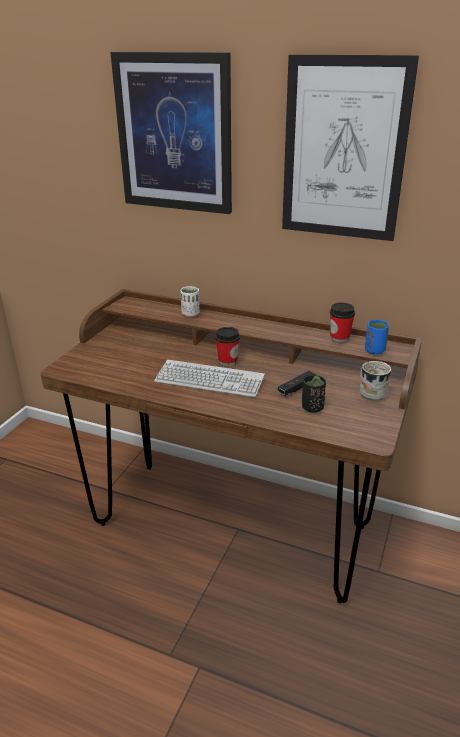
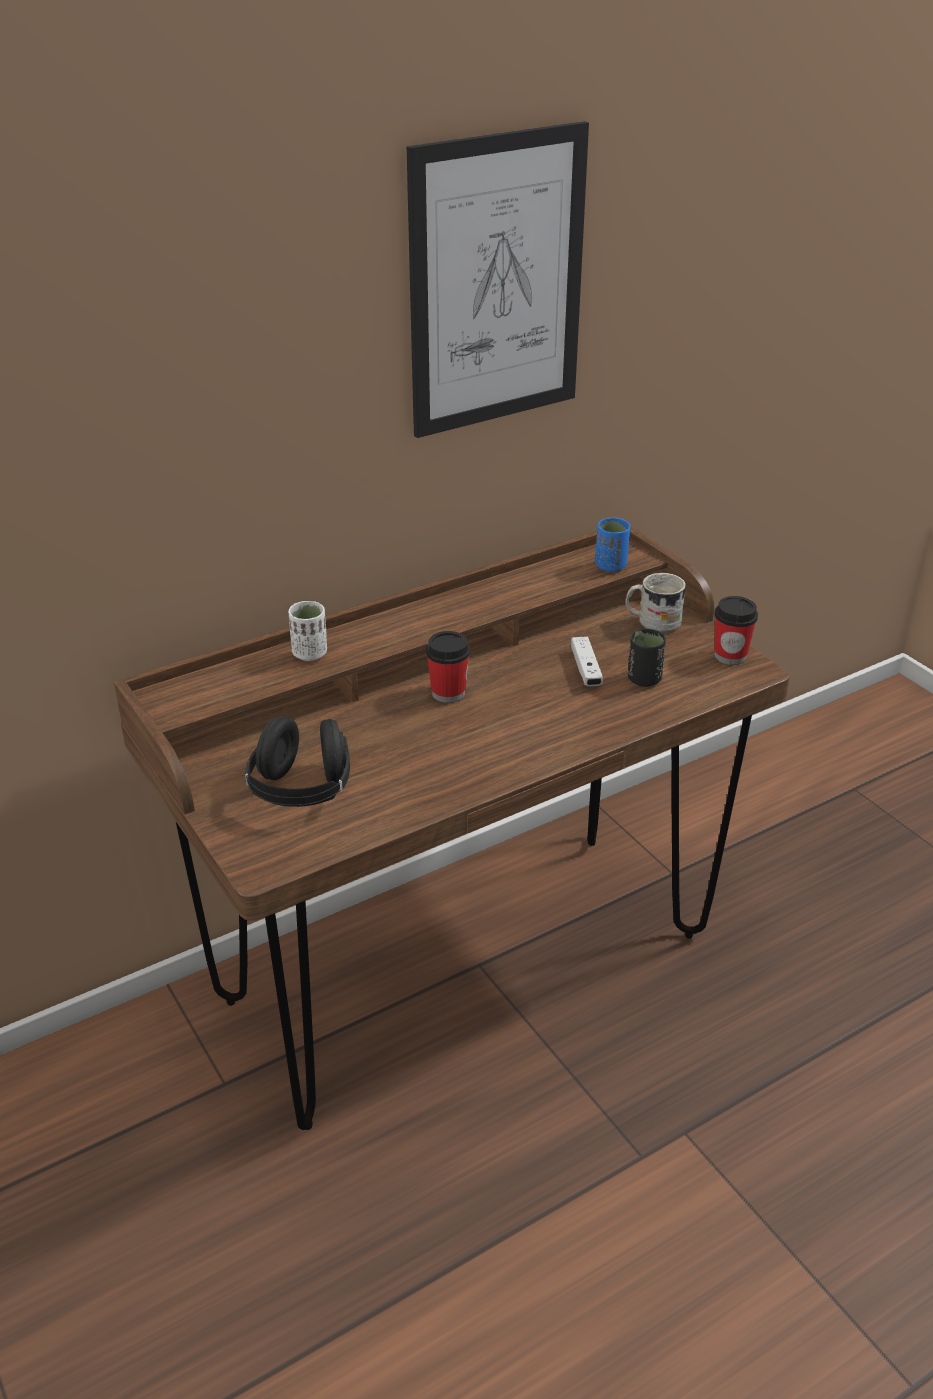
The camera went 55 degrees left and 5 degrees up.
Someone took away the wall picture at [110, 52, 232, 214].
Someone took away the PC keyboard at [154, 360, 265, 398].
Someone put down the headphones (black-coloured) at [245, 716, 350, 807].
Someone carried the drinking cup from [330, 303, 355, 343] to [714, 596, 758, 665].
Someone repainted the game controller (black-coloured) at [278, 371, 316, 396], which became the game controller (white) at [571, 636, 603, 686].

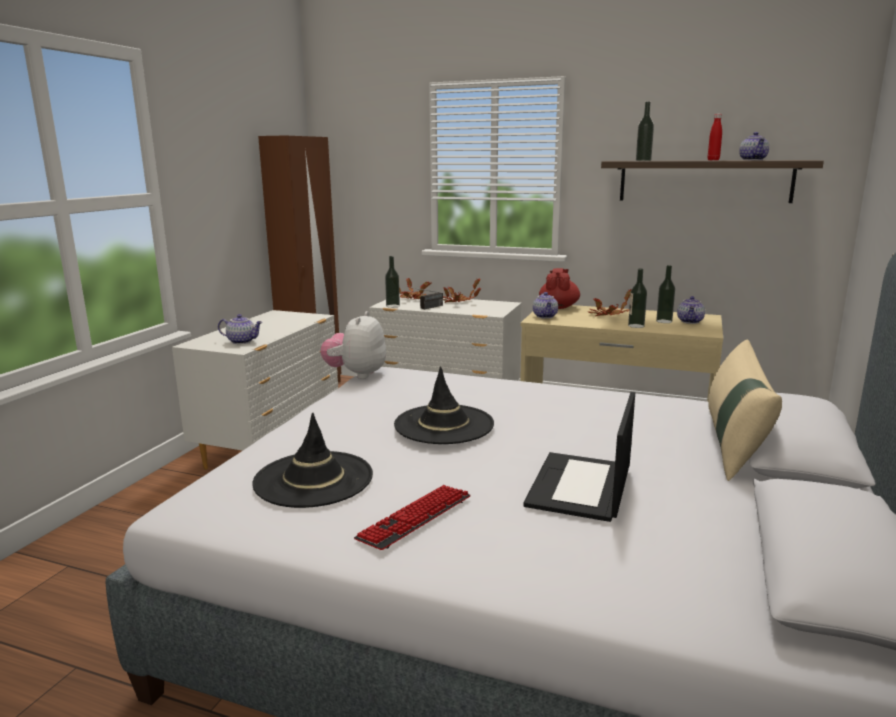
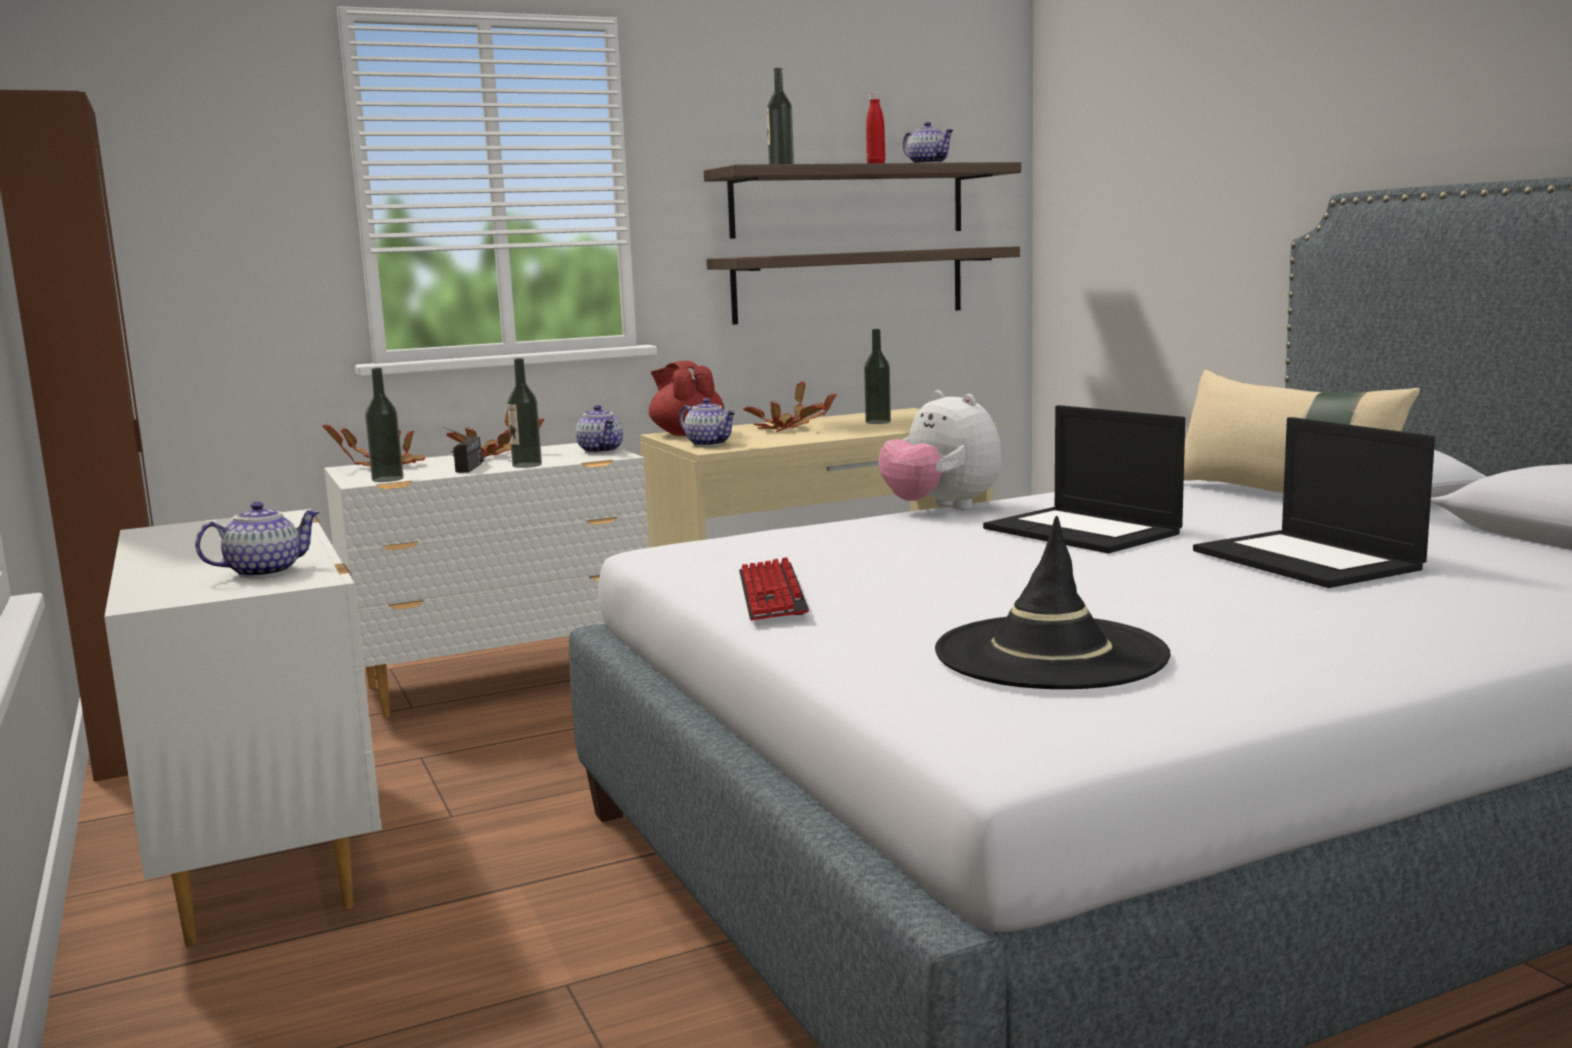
The camera went 45 degrees left and 5 degrees down.
Someone took away the wearable hat (black-coloured) at [394, 366, 494, 444].
Someone put up the shelf at [707, 246, 1020, 325].
Someone put down the portable computer at [983, 405, 1185, 554].
Someone carried the cuddly toy from [320, 311, 386, 379] to [879, 390, 1001, 510].
Someone carried the PC keyboard from [354, 485, 471, 550] to [739, 557, 809, 620].
Someone carried the beverage bottle from [628, 269, 647, 328] to [507, 358, 542, 468].
Someone carried the tea pot from [677, 296, 705, 324] to [576, 405, 623, 453].

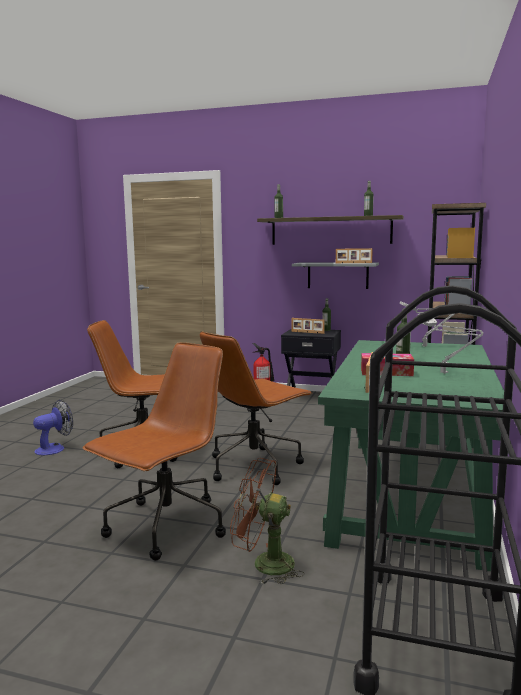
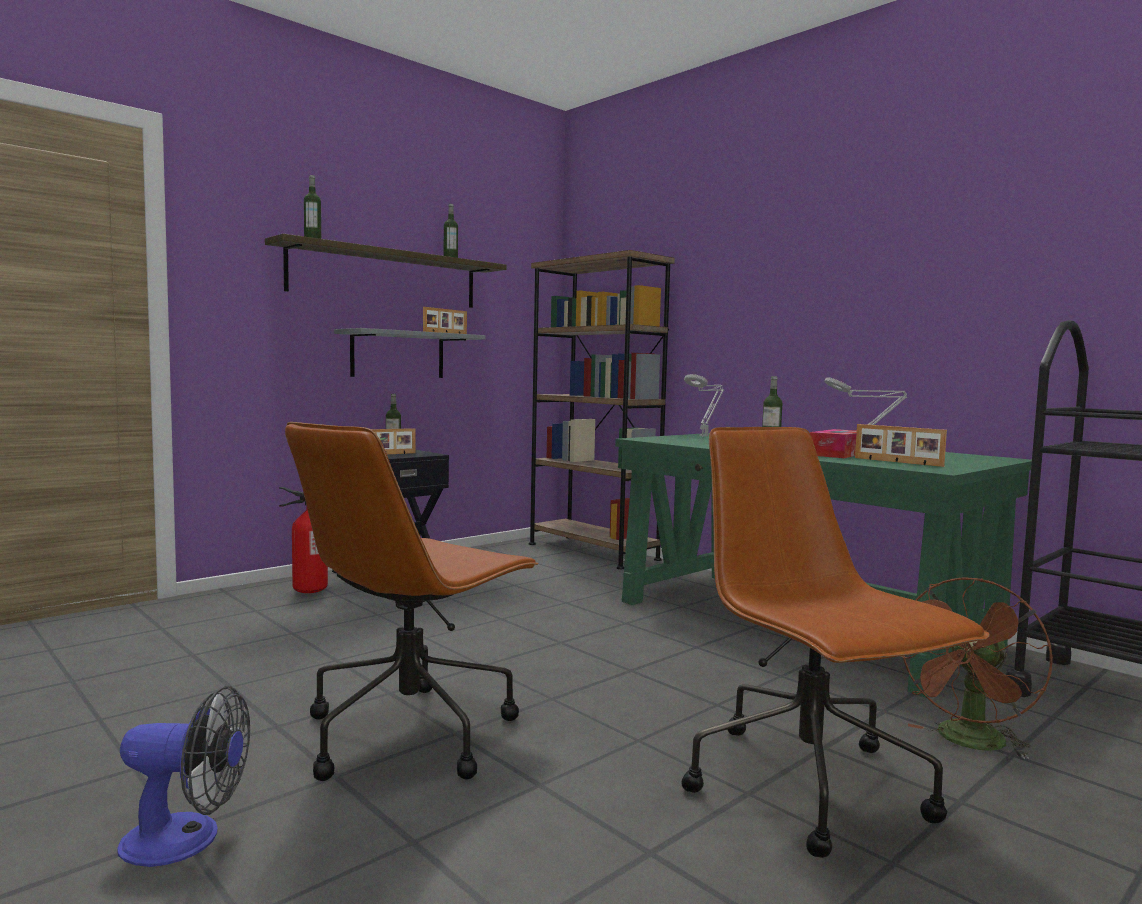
The camera went 60 degrees left and 5 degrees down.
Someone took away the desk chair (brown) at [200, 331, 312, 485].
Someone rotated the electric fan at [33, 400, 73, 456] by 105 degrees clockwise.

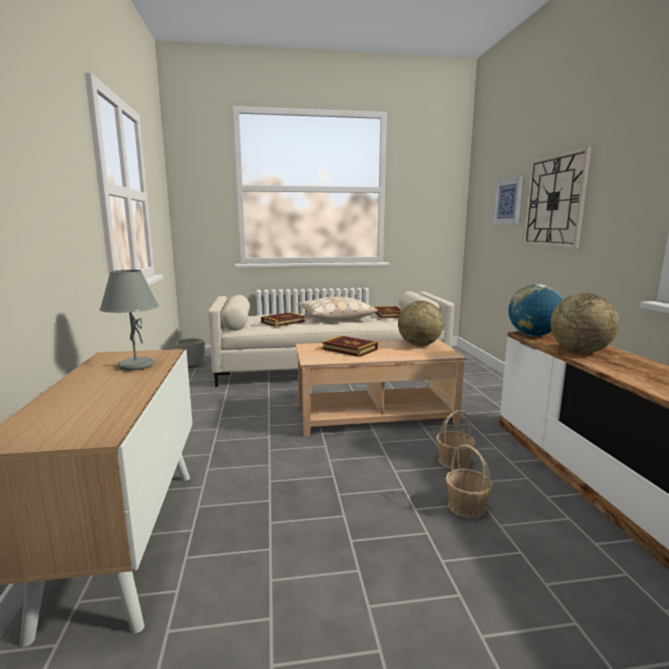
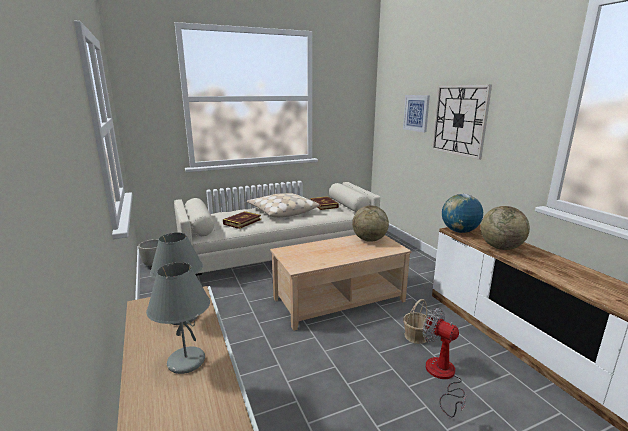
The camera went 15 degrees left and 5 degrees up.
Someone took away the book at [321, 335, 378, 357].
Someone put down the tabletop lamp (gray) at [146, 262, 210, 374].
Someone swapped the basket at [445, 444, 493, 518] for the electric fan at [423, 308, 467, 418].

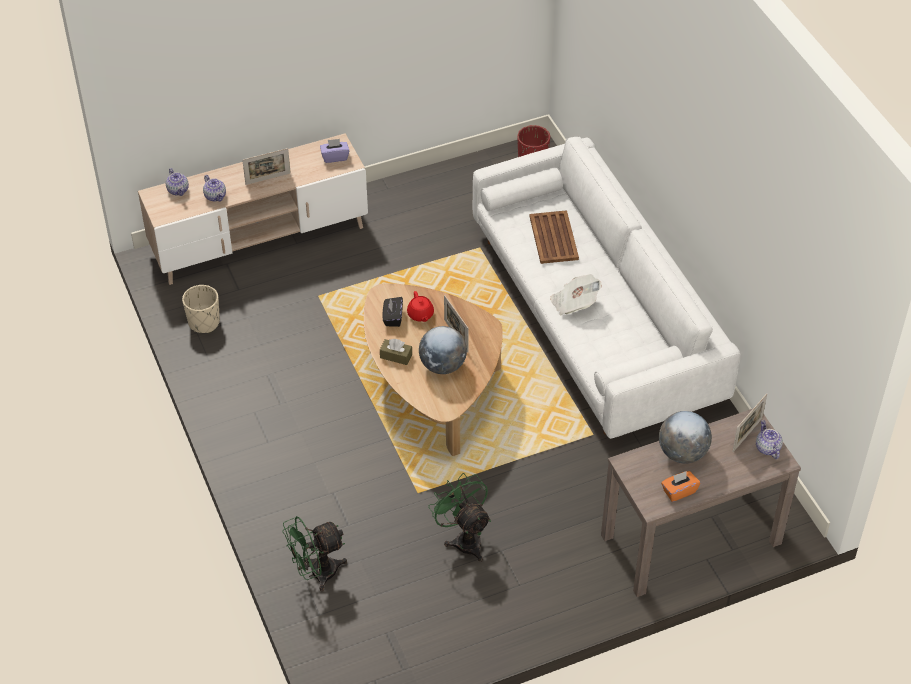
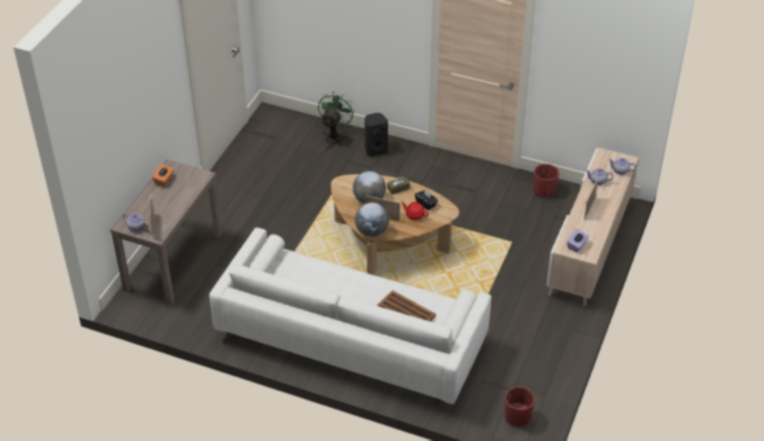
The camera went 135 degrees right and 5 degrees down.
Someone took away the electric fan (green) at [428, 473, 491, 562].
Someone took away the newspaper at [550, 274, 602, 316].
Someone put down the loudspeaker (black-coloured) at [365, 113, 388, 157].
Someone carried the world globe from [659, 411, 712, 464] to [355, 203, 389, 237].
Someone repainted the planter (sand-coloured) at [182, 285, 220, 333], which became the planter (red-coloured) at [534, 164, 559, 198].

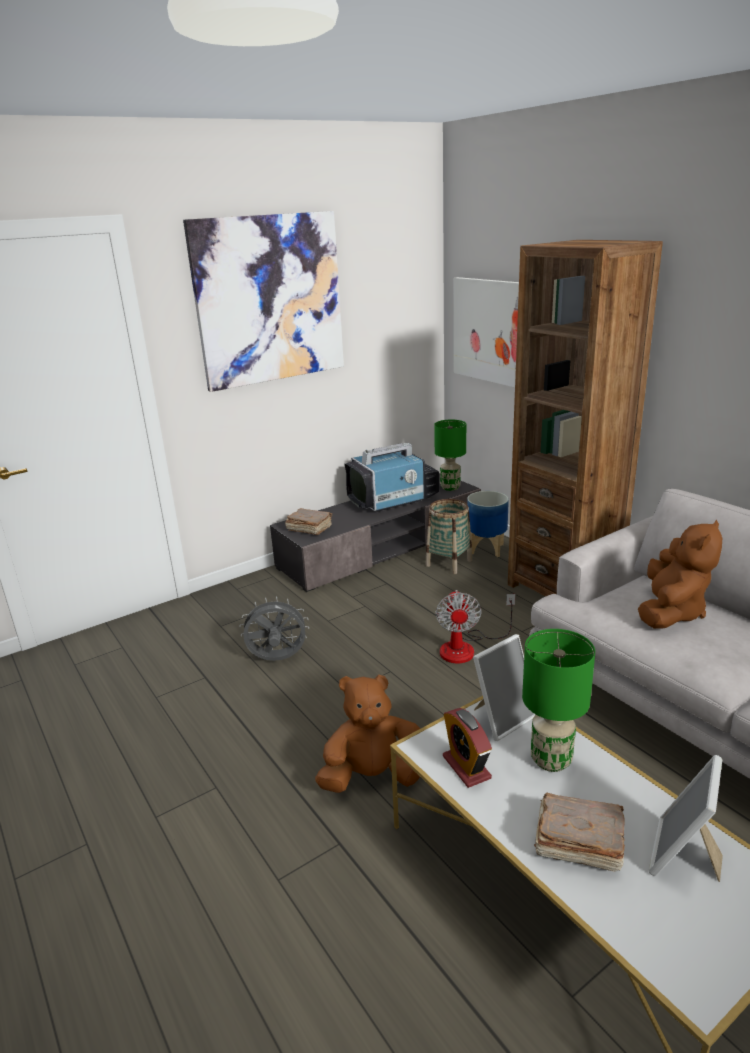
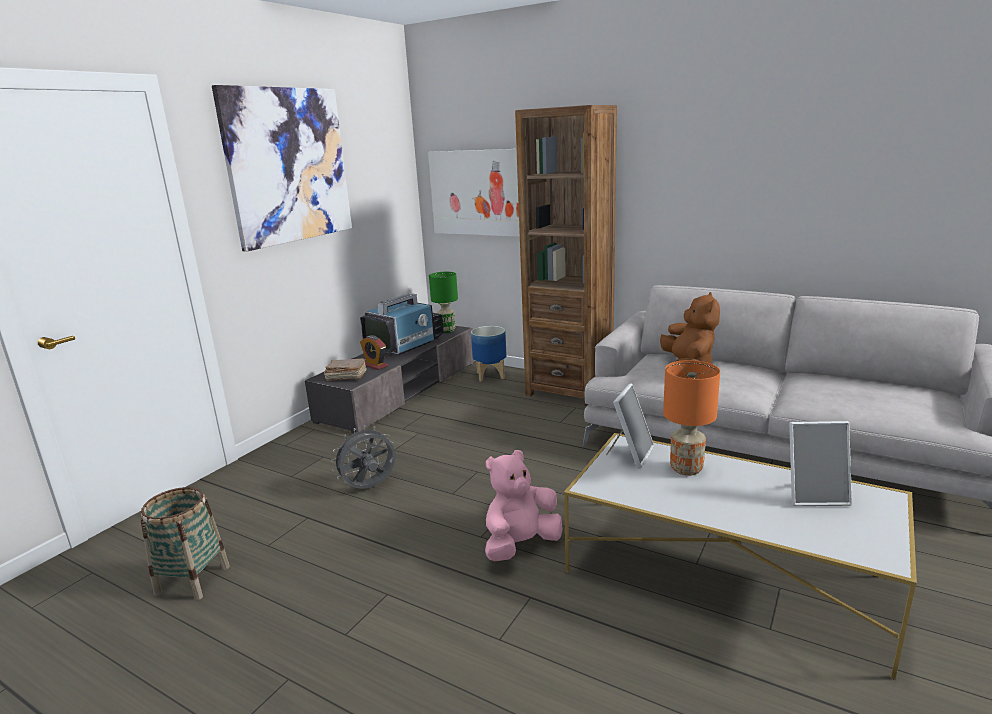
The camera went 25 degrees left and 5 degrees down.
Someone took away the electric fan at [436, 590, 515, 663].
Someone took away the book (brown) at [534, 793, 625, 872].
Someone carried the basket from [425, 499, 472, 574] to [140, 487, 230, 600].
Someone carried the table clock from [443, 708, 492, 788] to [360, 335, 388, 370].
Someone repainted the cuddly toy (brown) at [315, 675, 420, 793], which became the cuddly toy (pinkish) at [485, 450, 563, 562].
Someone repainted the tabletop lamp (green) at [522, 629, 595, 772], which became the tabletop lamp (orange) at [663, 360, 720, 476].
Someone rotated the picture frame at [649, 755, 723, 882] by 90 degrees counterclockwise.

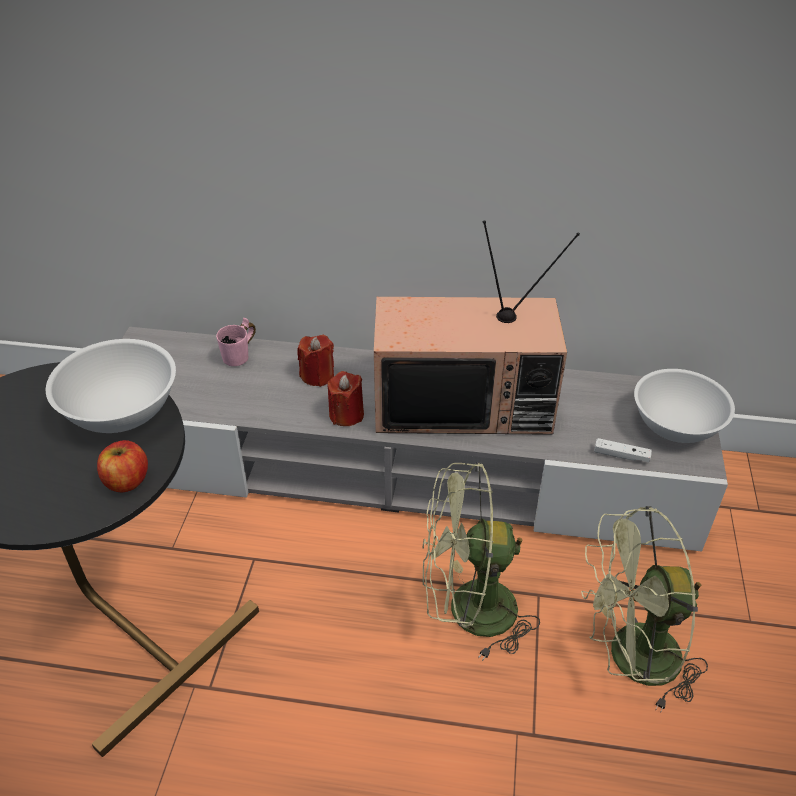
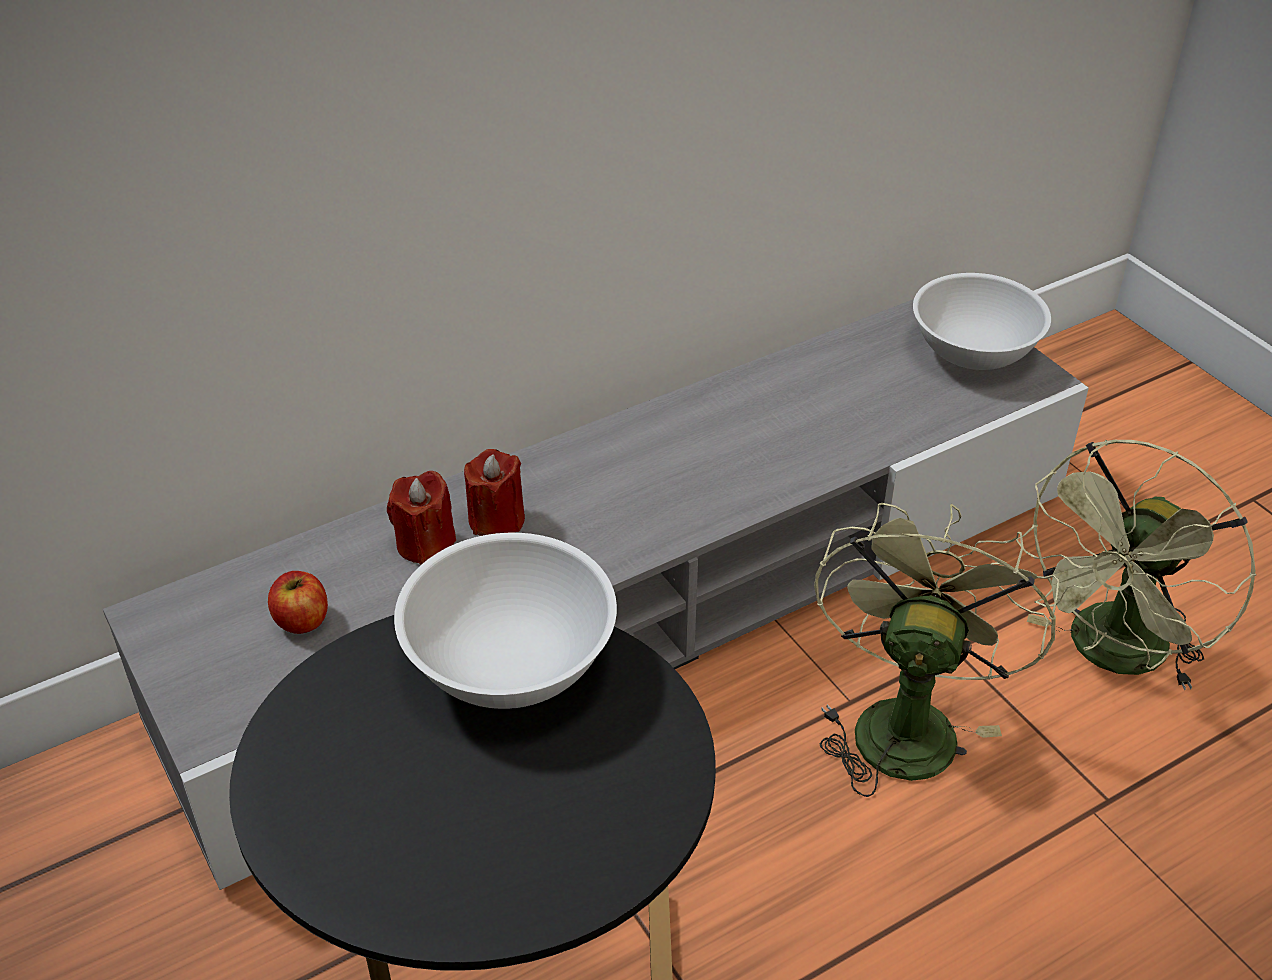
The camera went 40 degrees left and 0 degrees up.
Someone took away the mug (pinkish) at [216, 318, 256, 366].
Someone took away the TV at [374, 220, 580, 435].
Someone took away the game controller (white) at [594, 438, 652, 462].
Someone carried the apple fruit from [97, 440, 148, 492] to [268, 571, 328, 634].
Someone carried the candle (red-coloured) from [328, 371, 364, 426] to [387, 471, 456, 565].
Someone rotated the electric fan (green) at [422, 462, 540, 661] by 150 degrees clockwise.

